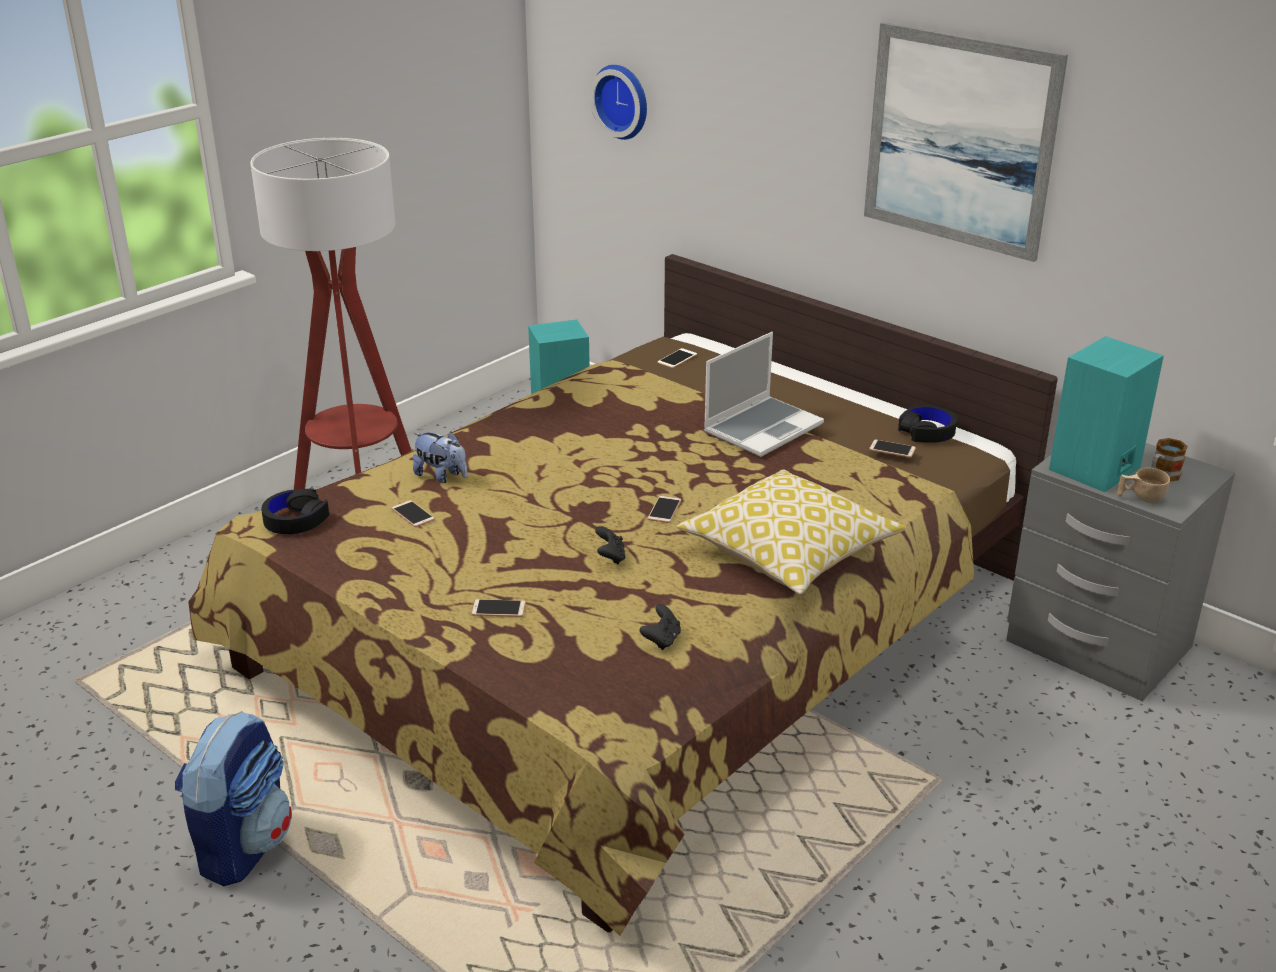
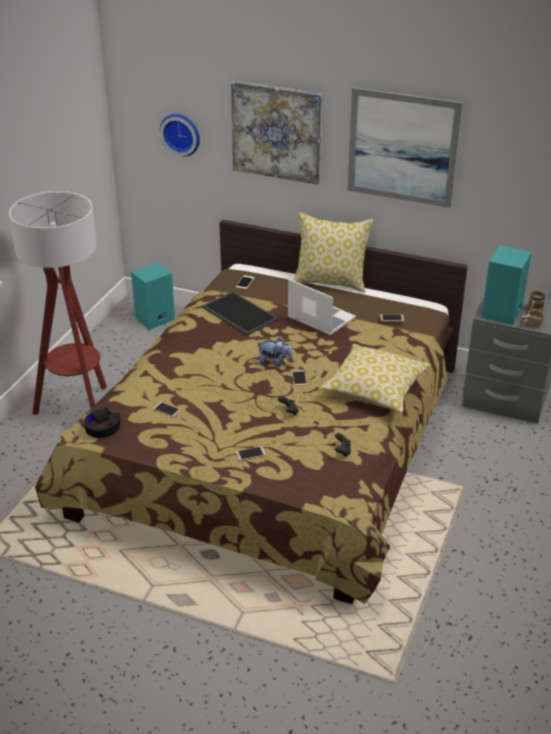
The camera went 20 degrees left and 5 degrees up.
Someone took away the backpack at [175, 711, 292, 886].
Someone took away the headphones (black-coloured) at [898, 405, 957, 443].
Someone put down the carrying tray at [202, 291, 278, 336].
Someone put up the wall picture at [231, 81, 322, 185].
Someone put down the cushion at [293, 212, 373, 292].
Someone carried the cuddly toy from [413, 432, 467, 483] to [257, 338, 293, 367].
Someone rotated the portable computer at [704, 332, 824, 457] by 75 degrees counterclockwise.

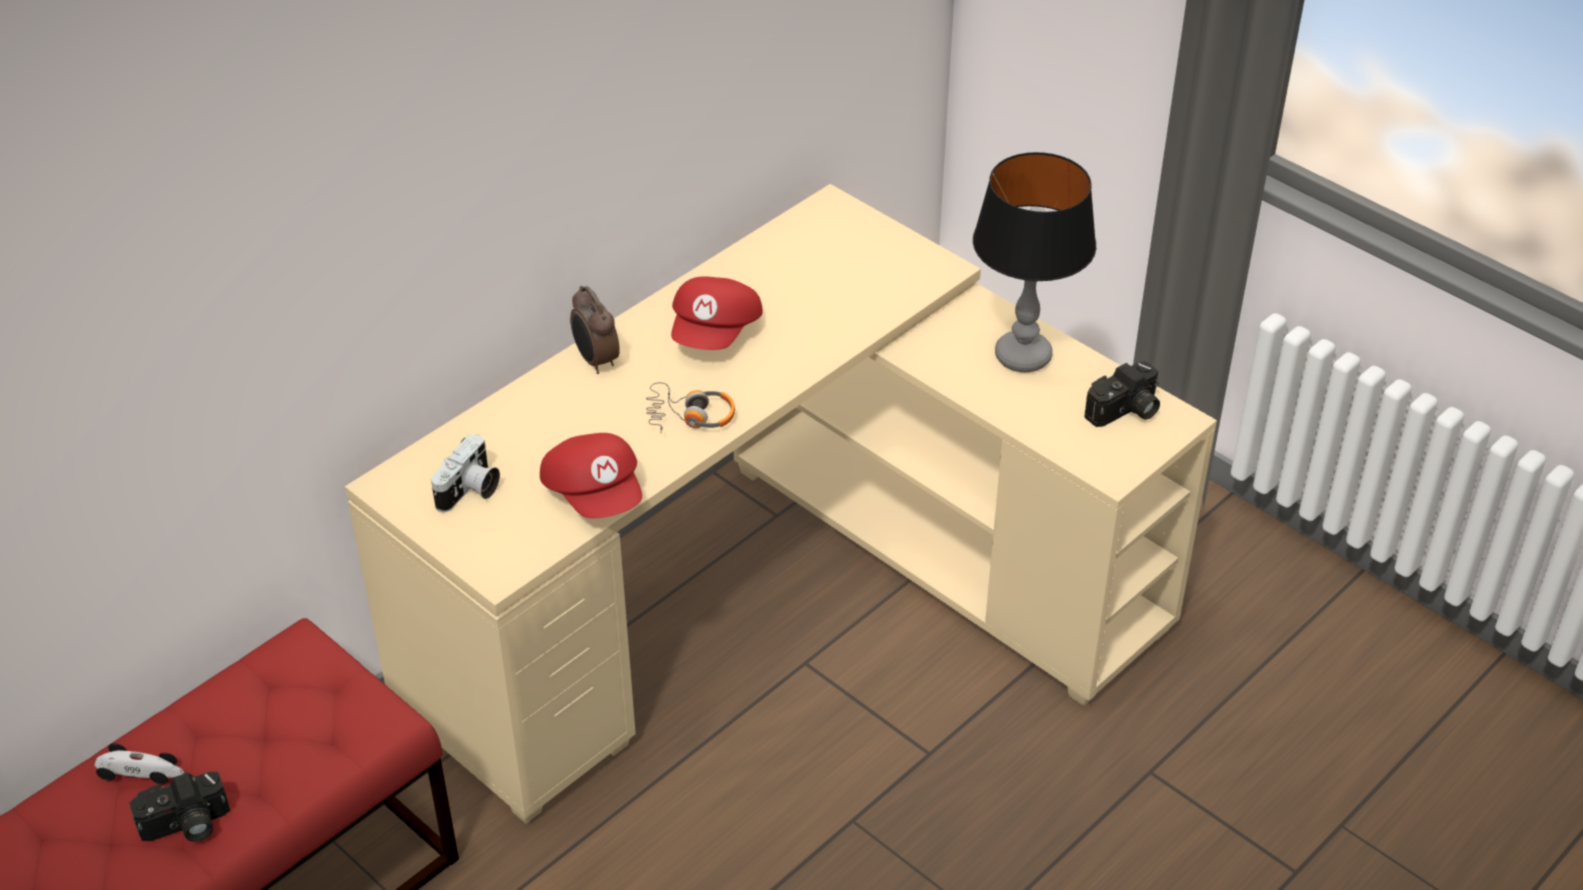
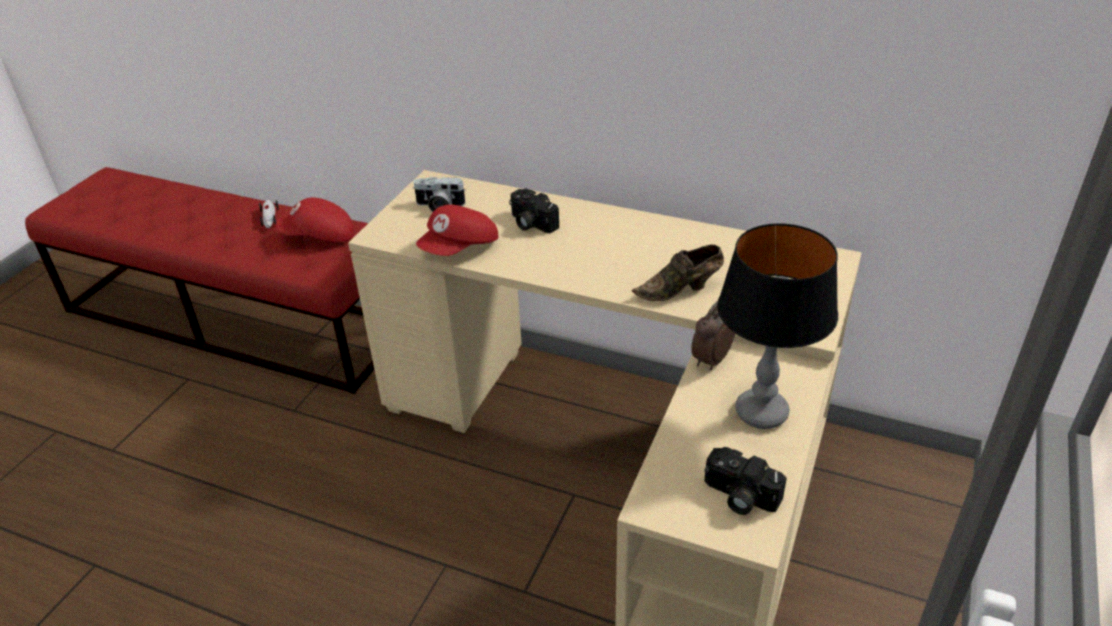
The camera went 70 degrees right and 5 degrees down.
Someone took away the headphones at [646, 382, 735, 433].
Someone put down the shoe (brown) at [632, 245, 724, 301].
Someone carried the still camera from [129, 772, 230, 842] to [509, 189, 559, 233].
Someone carried the table clock from [570, 286, 620, 374] to [691, 301, 735, 370].
Someone carried the peaked cap (red-coloured) from [671, 276, 763, 350] to [276, 197, 354, 242].

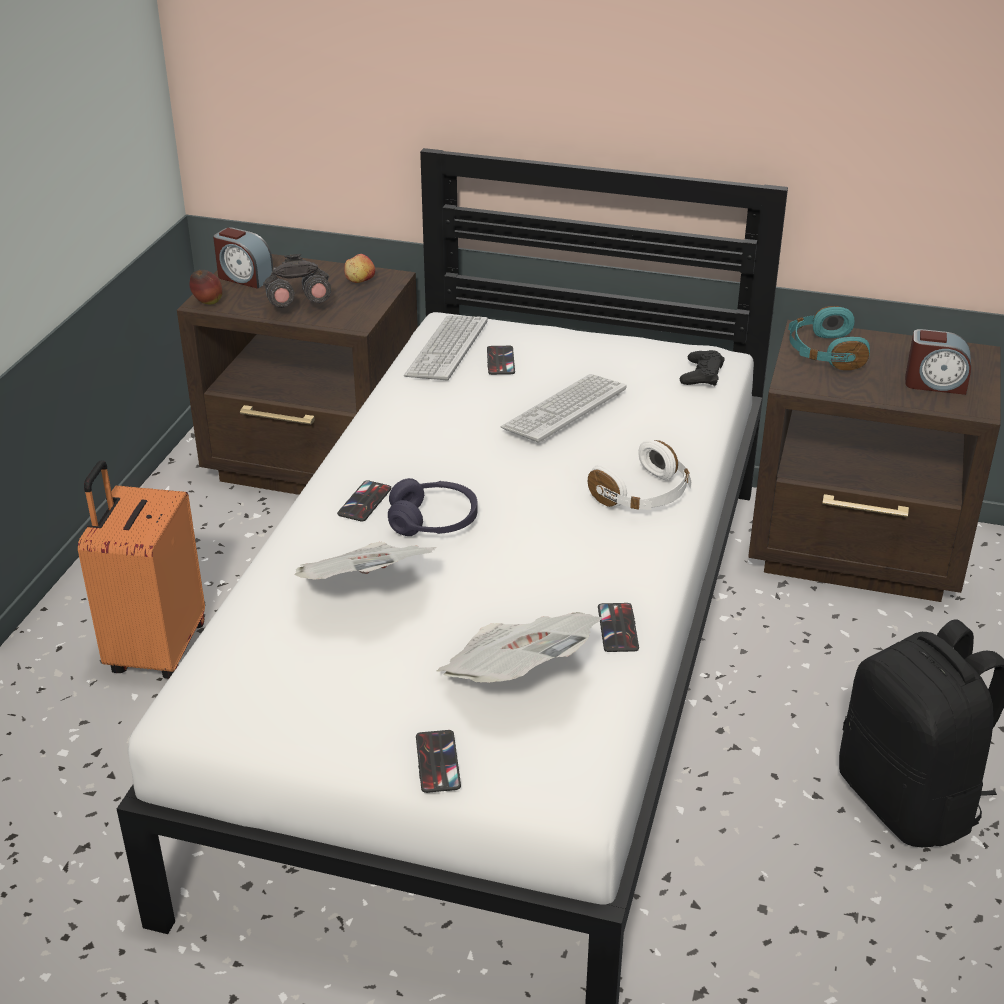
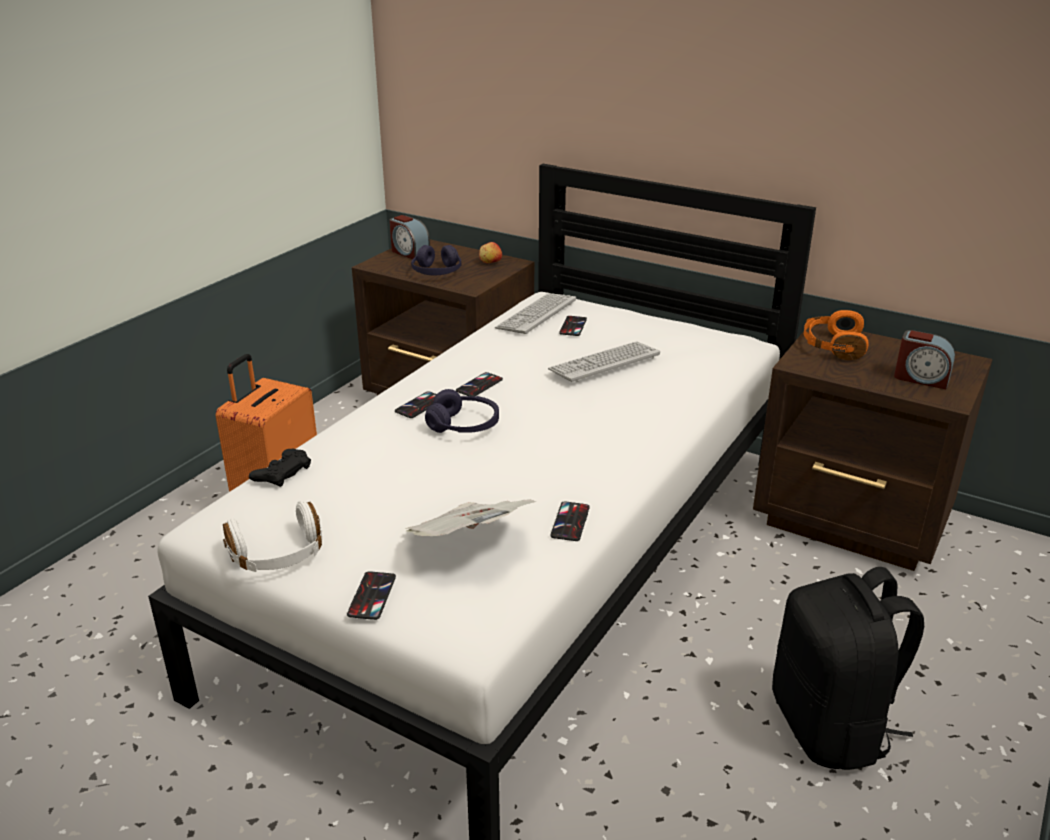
The camera went 15 degrees right and 5 degrees down.
Someone took away the apple fruit at [190, 270, 222, 304].
Someone took away the newspaper at [295, 542, 436, 579].
Someone put down the handset at [456, 372, 503, 397].
Someone carried the headphones (white) from [588, 440, 692, 510] to [223, 501, 322, 572].
Someone carried the game controller (black-coloured) from [680, 350, 725, 386] to [249, 449, 311, 487].
Someone swapped the pair of binoculars (gray) at [263, 254, 331, 308] for the headphones (purple) at [411, 245, 461, 276].
Someone repainted the headphones (blue-green) at [788, 306, 870, 370], which became the headphones (orange) at [804, 310, 868, 360].

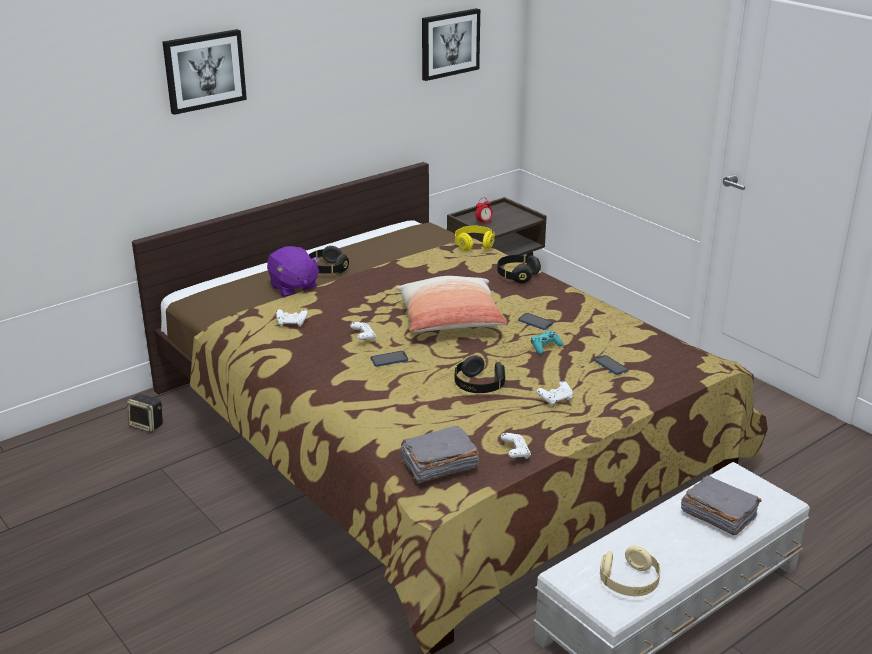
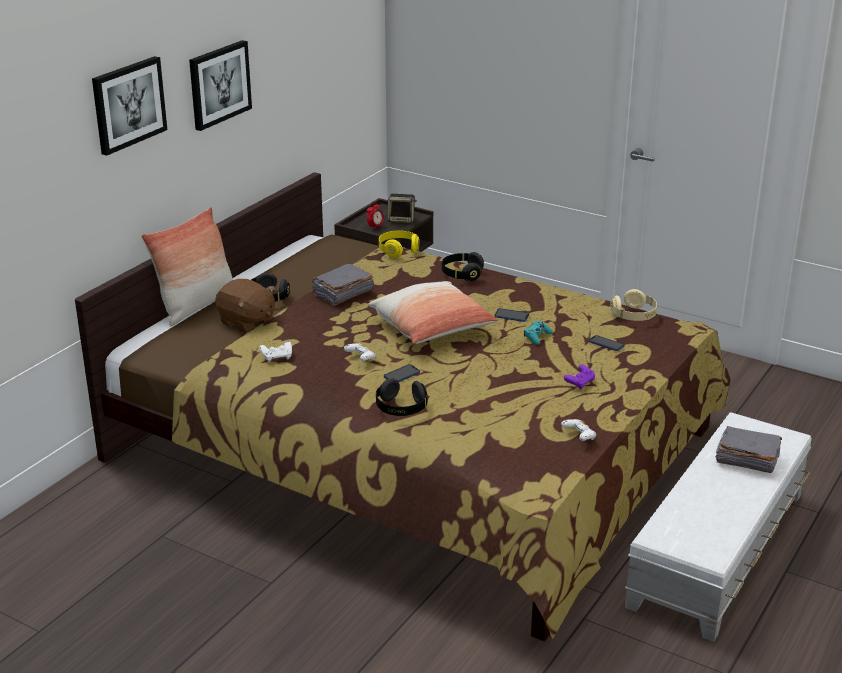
The camera went 20 degrees left and 0 degrees up.
Someone put down the cushion at [141, 207, 233, 326].
Someone carried the loudspeaker from [127, 394, 163, 433] to [388, 194, 417, 223].
Someone carried the book (gray) from [400, 426, 479, 483] to [311, 264, 374, 306].
Someone carried the wall picture from [422, 8, 480, 81] to [189, 40, 252, 131].
Someone carried the headphones (black-coloured) from [455, 355, 505, 393] to [376, 378, 427, 416].
Someone carried the headphones (sand-coloured) from [600, 546, 660, 596] to [610, 289, 657, 321].
Someone repainted the cuddly toy (purple) at [267, 246, 320, 297], which became the cuddly toy (brown) at [215, 279, 275, 333].
Someone repainted the game controller (white) at [537, 381, 573, 406], which became the game controller (purple) at [564, 364, 595, 390].

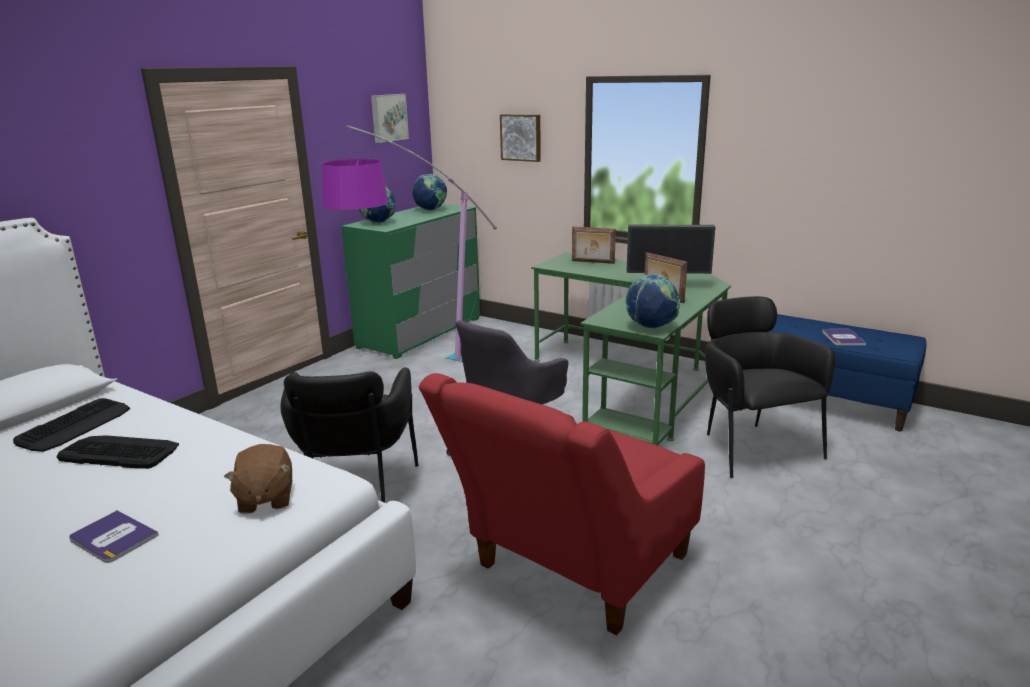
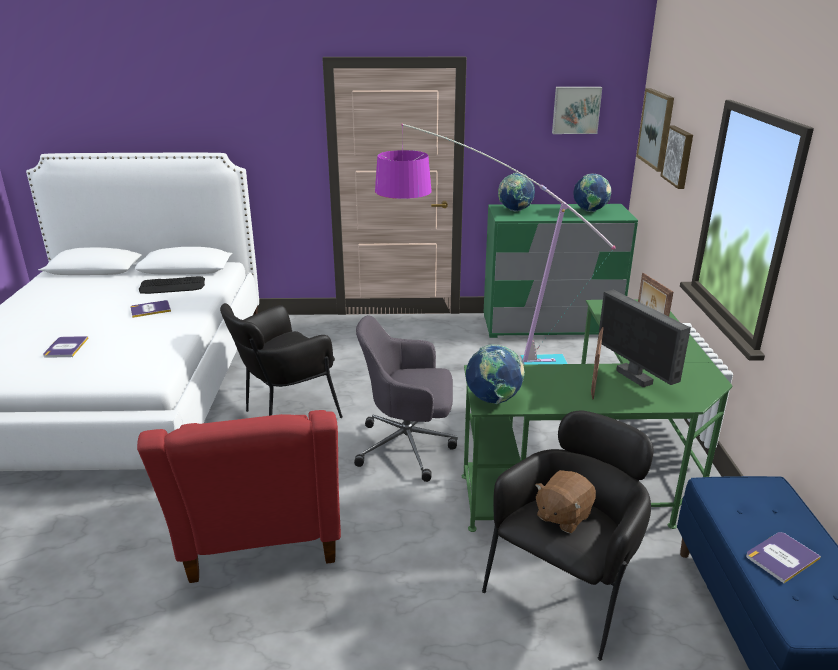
The camera went 55 degrees right and 5 degrees up.
Someone put up the wall picture at [636, 88, 674, 172].
Someone carried the cuddly toy (brown) from [224, 444, 292, 514] to [535, 470, 596, 534].
Someone swapped the PC keyboard at [57, 435, 179, 469] for the book at [130, 300, 171, 318].
Someone rotated the lounge chair (red-coloured) at [419, 373, 705, 636] by 105 degrees counterclockwise.

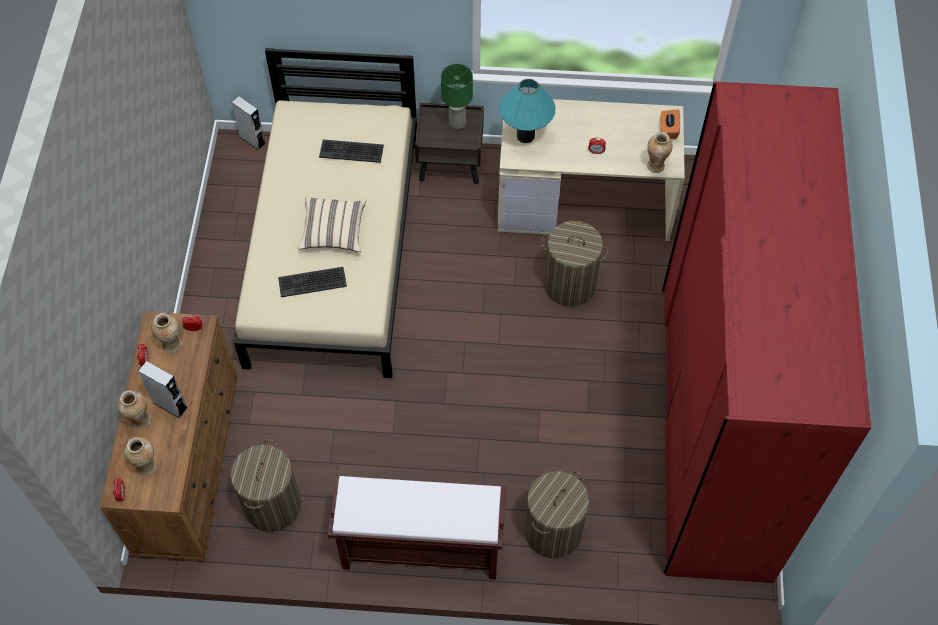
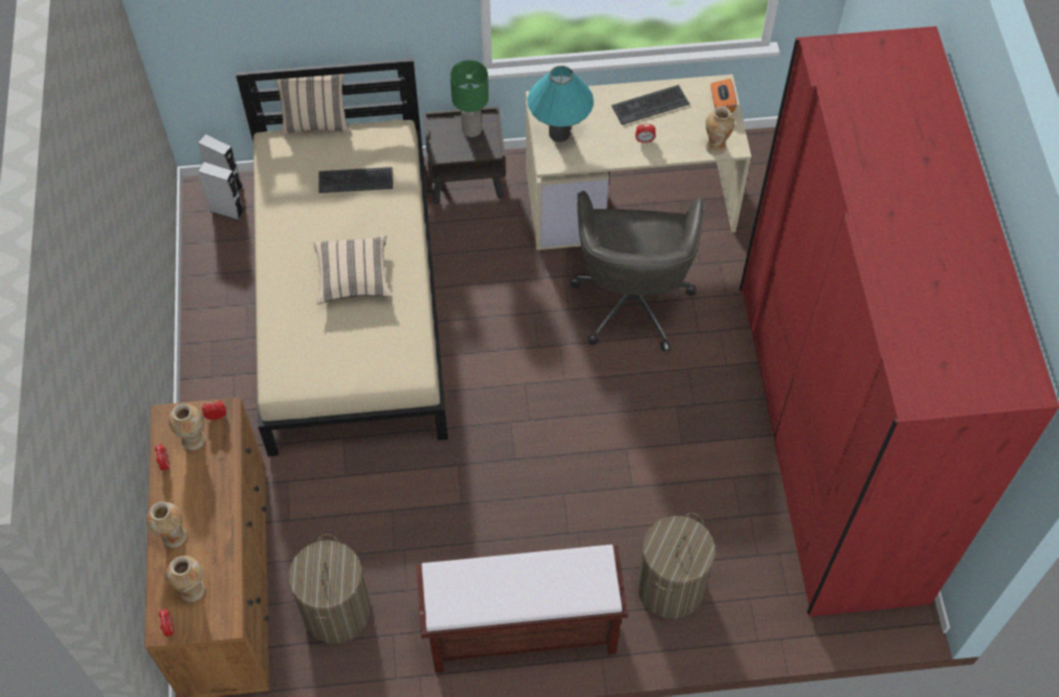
The camera went 10 degrees left and 0 degrees up.
Someone put down the cushion (sand-coloured) at [275, 74, 351, 135].
Someone carried the loudspeaker (gray) from [138, 361, 188, 418] to [198, 162, 244, 220].
Someone carried the PC keyboard from [278, 267, 347, 297] to [611, 85, 690, 125].
Someone swapped the washing basket at [541, 221, 609, 307] for the desk chair (gray) at [570, 191, 705, 352].

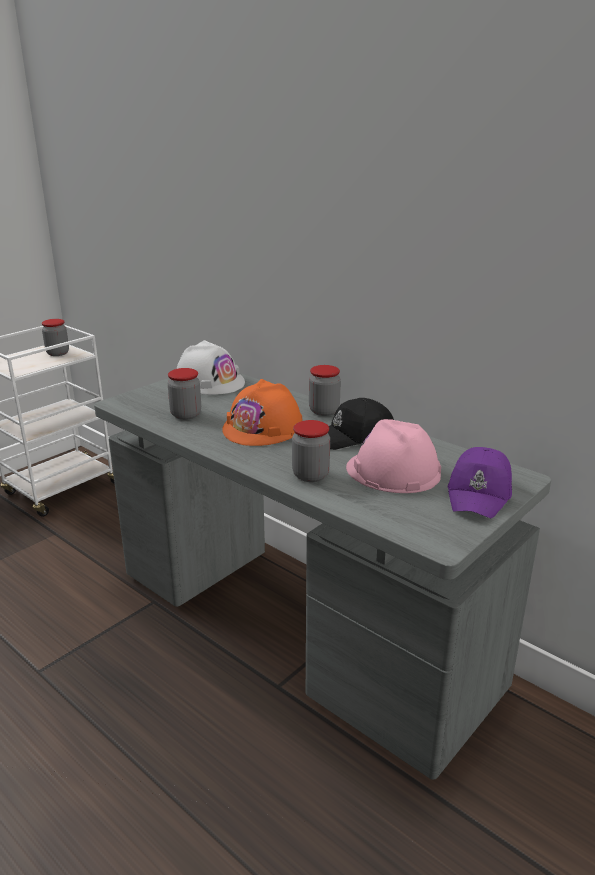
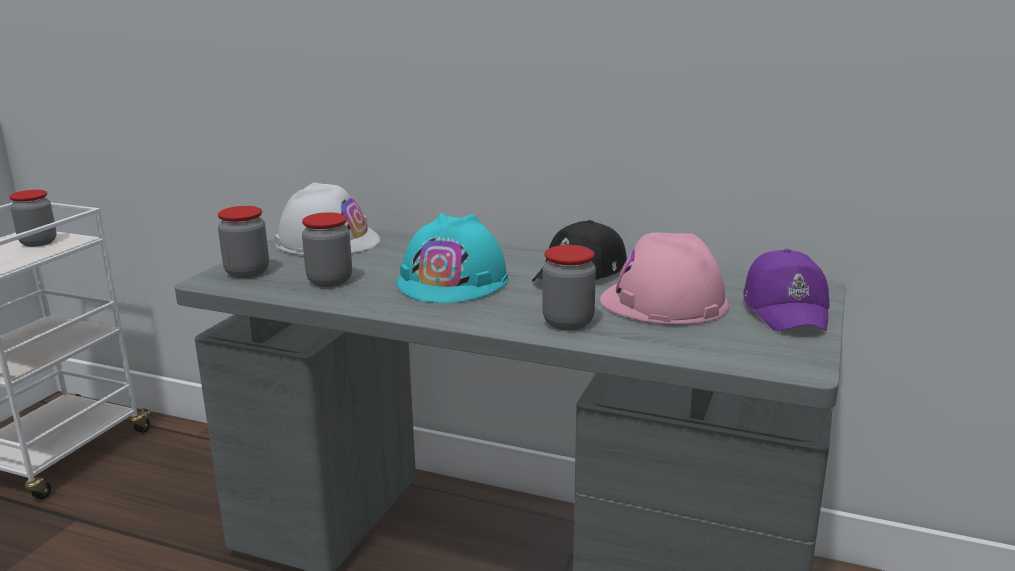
The camera went 20 degrees left and 5 degrees down.
Someone carried the jar from [309, 365, 341, 416] to [218, 206, 269, 278].
Someone repainted the safety helmet (orange) at [222, 379, 302, 446], which became the safety helmet (blue-green) at [397, 213, 508, 303].

